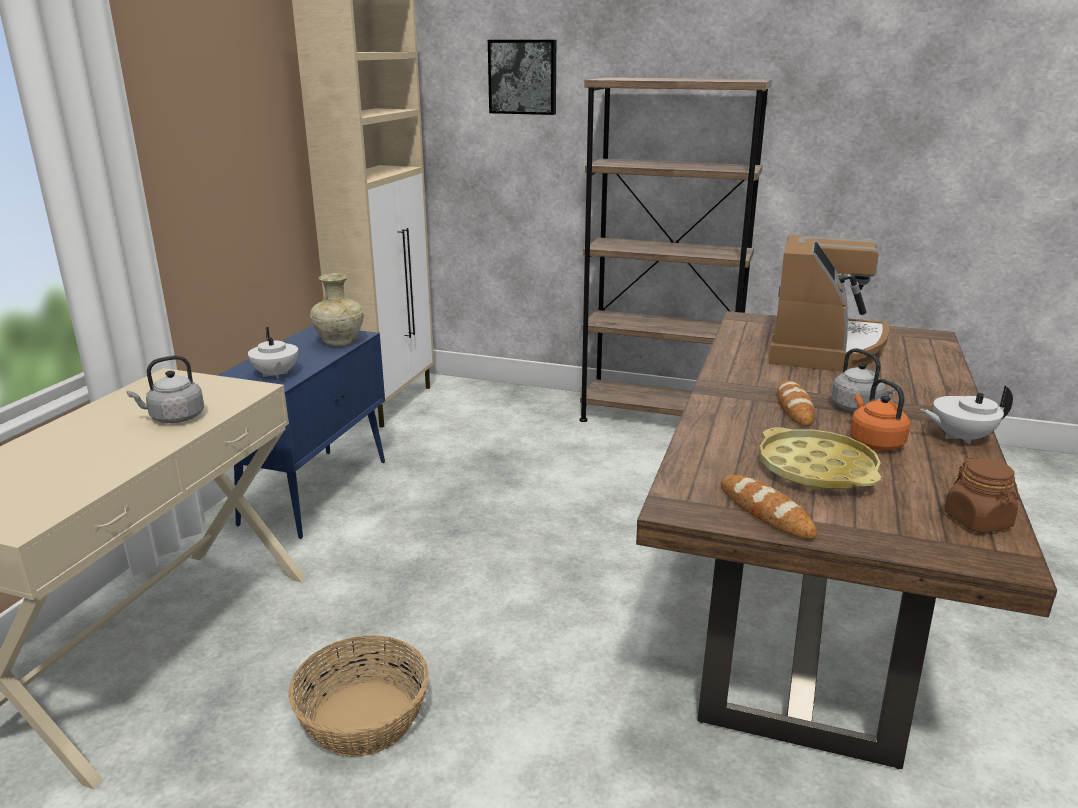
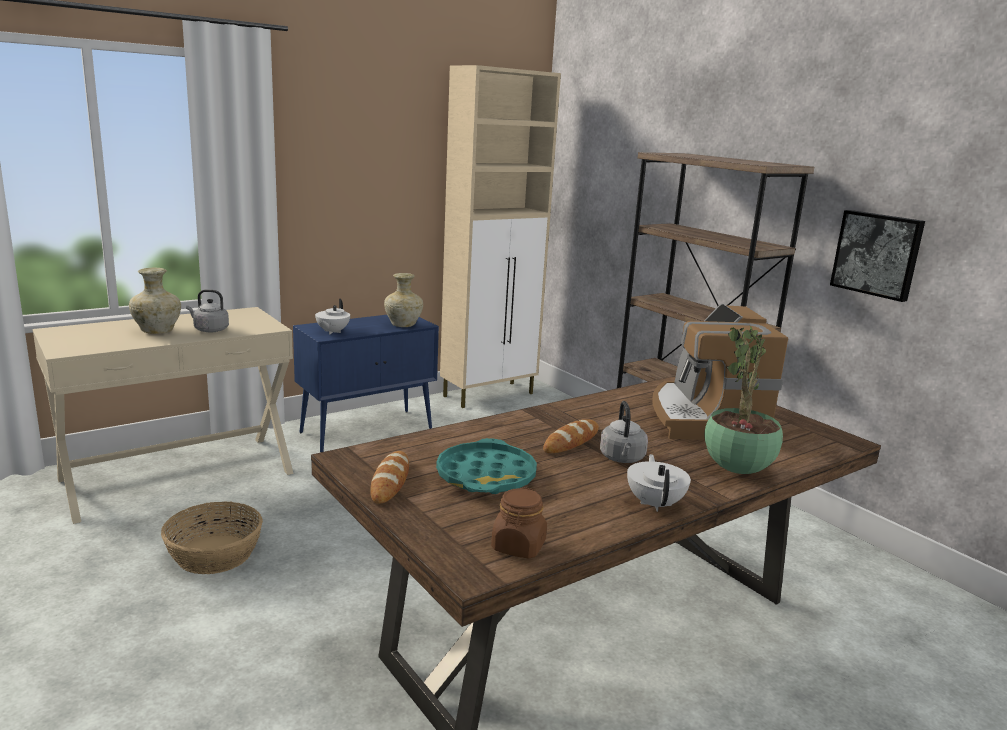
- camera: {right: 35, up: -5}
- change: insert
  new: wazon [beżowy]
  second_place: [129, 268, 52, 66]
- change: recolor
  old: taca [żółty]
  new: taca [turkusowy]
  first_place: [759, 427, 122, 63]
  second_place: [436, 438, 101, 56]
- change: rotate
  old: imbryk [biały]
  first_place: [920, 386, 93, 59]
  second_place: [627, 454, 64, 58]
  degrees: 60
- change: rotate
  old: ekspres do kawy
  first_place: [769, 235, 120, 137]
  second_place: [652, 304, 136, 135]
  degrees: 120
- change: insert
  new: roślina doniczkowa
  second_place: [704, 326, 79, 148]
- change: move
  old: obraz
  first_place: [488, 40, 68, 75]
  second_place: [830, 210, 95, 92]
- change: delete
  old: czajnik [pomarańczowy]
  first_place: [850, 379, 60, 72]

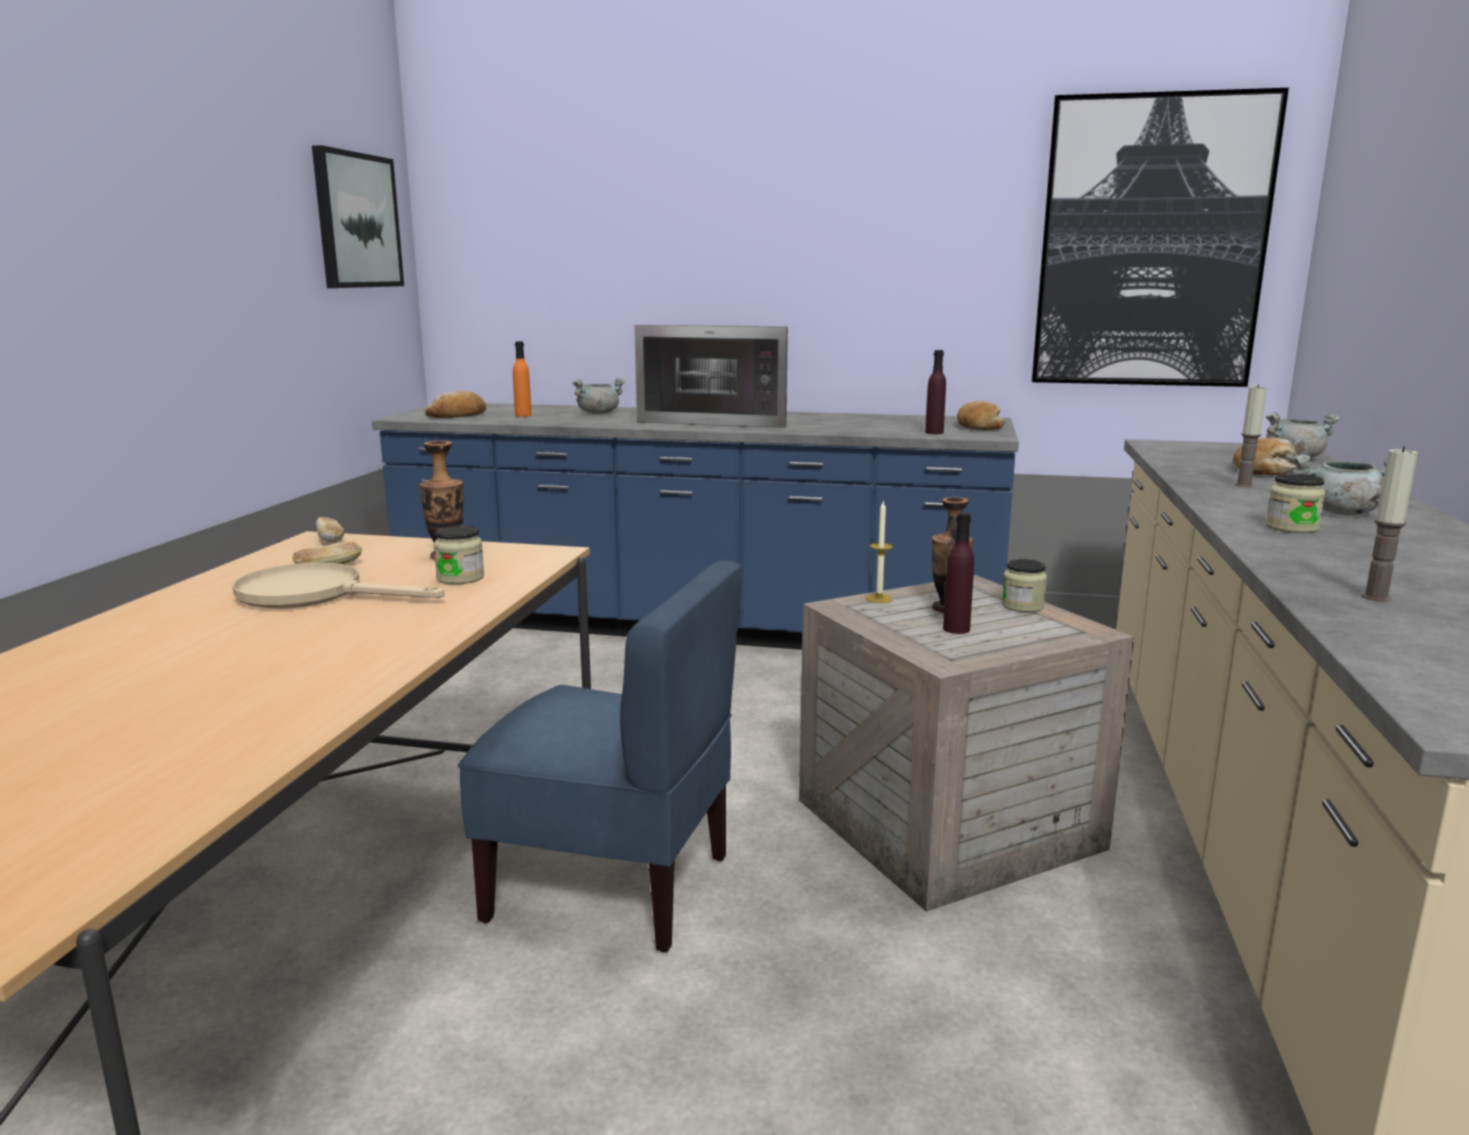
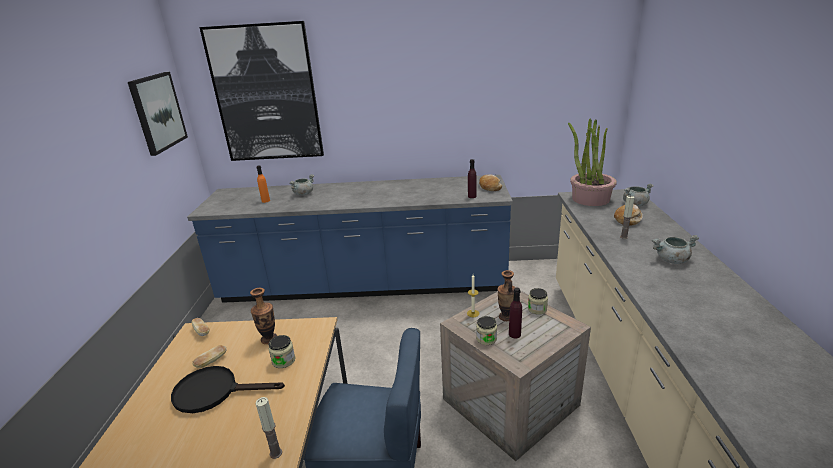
- camera: {right: -10, up: 10}
- change: recolor
  old: patelnia [beżowy]
  new: patelnia [czarny]
  first_place: [232, 562, 213, 47]
  second_place: [171, 366, 114, 47]
- change: move
  old: obraz
  first_place: [1032, 88, 257, 299]
  second_place: [199, 21, 125, 140]
- change: move
  old: świeca
  first_place: [1361, 446, 57, 156]
  second_place: [256, 397, 26, 62]
- change: move
  old: słoik
  first_place: [1266, 474, 59, 59]
  second_place: [476, 316, 21, 29]
- change: insert
  new: roślina doniczkowa
  second_place: [568, 118, 49, 88]
- change: delete
  old: chleb
  first_place: [424, 391, 62, 27]
- change: delete
  old: mikrofalówka
  first_place: [634, 325, 154, 103]

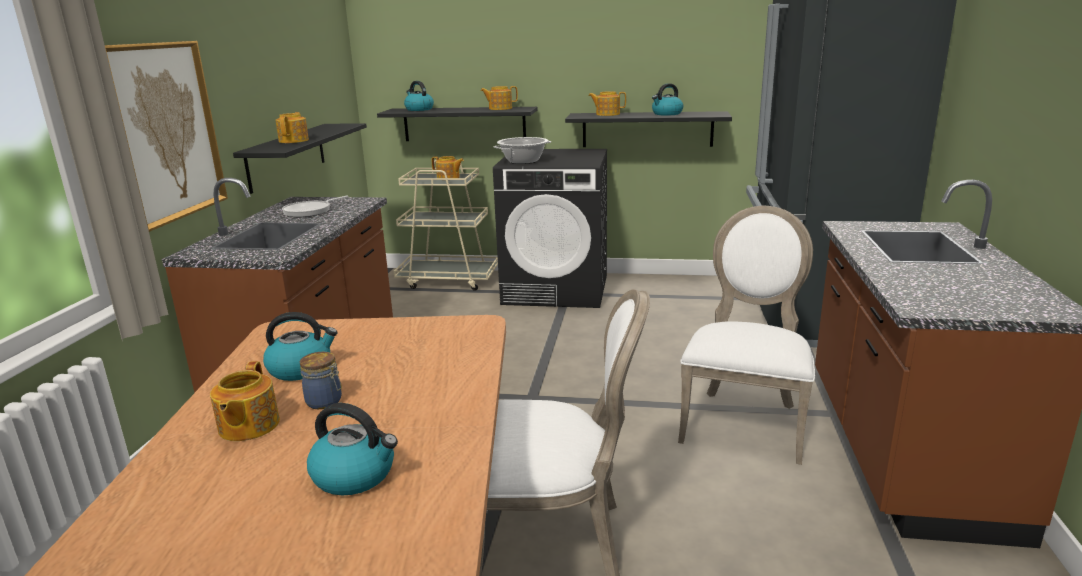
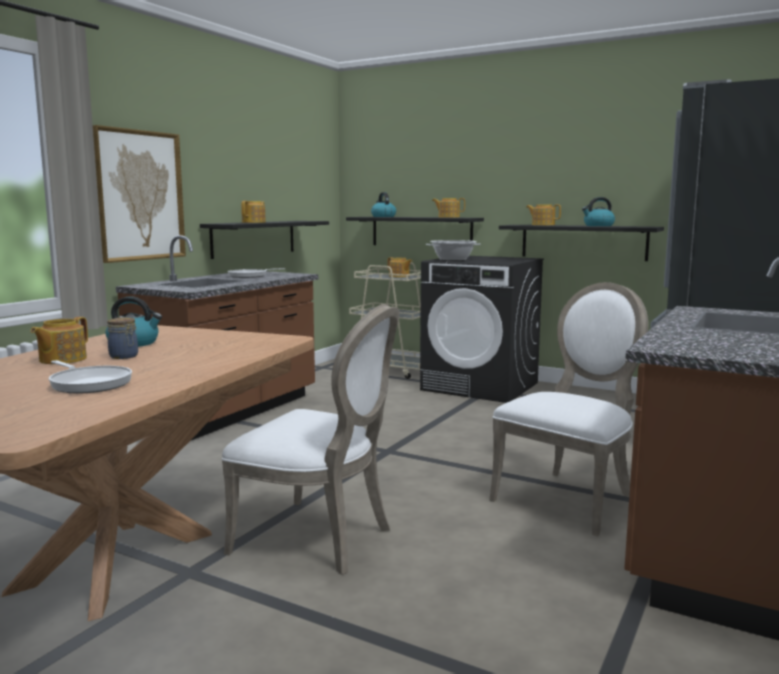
- camera: {right: 20, up: -10}
- change: replace
  old: czajnik
  new: patelnia
  first_place: [307, 403, 91, 92]
  second_place: [49, 360, 83, 33]

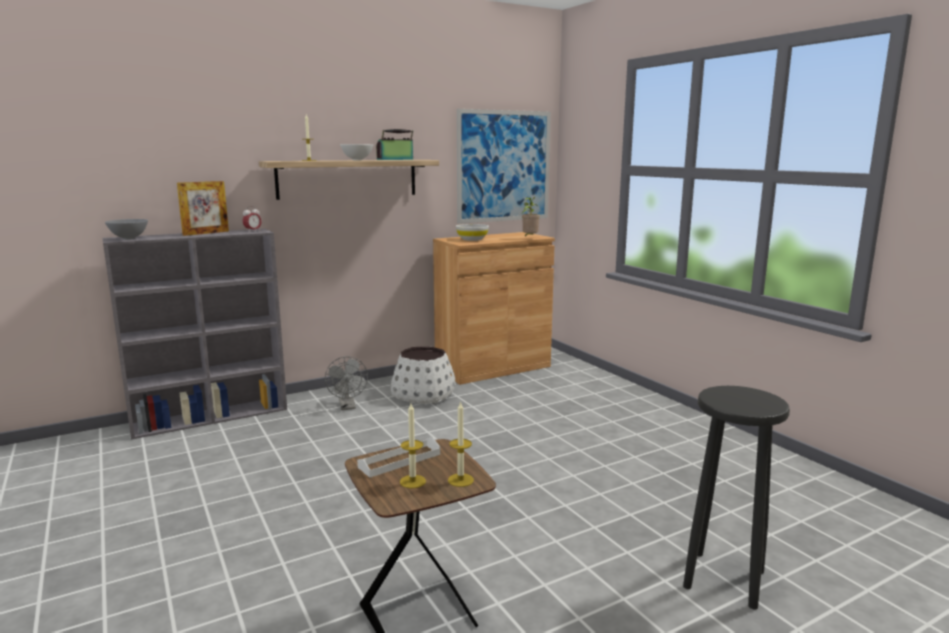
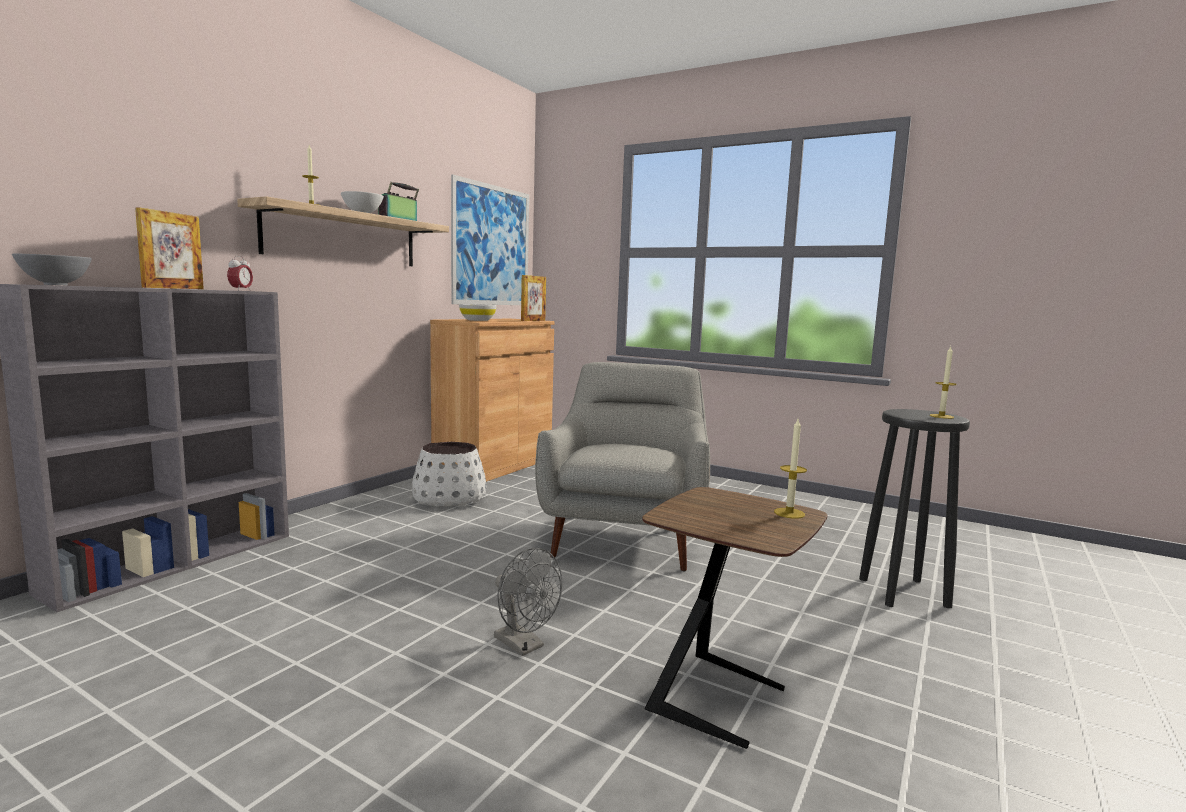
- camera: {right: -30, up: -5}
- change: move
  old: wentylator [szary]
  first_place: [325, 356, 43, 54]
  second_place: [494, 548, 68, 108]
- change: replace
  old: roślina doniczkowa
  new: ramka na zdjęcie
  first_place: [521, 197, 19, 40]
  second_place: [521, 275, 25, 46]
- change: insert
  new: fotel [szary]
  second_place: [535, 362, 175, 209]
- change: move
  old: świeca
  first_place: [400, 403, 26, 85]
  second_place: [929, 347, 28, 72]
- change: delete
  old: taca [biały]
  first_place: [357, 438, 83, 39]

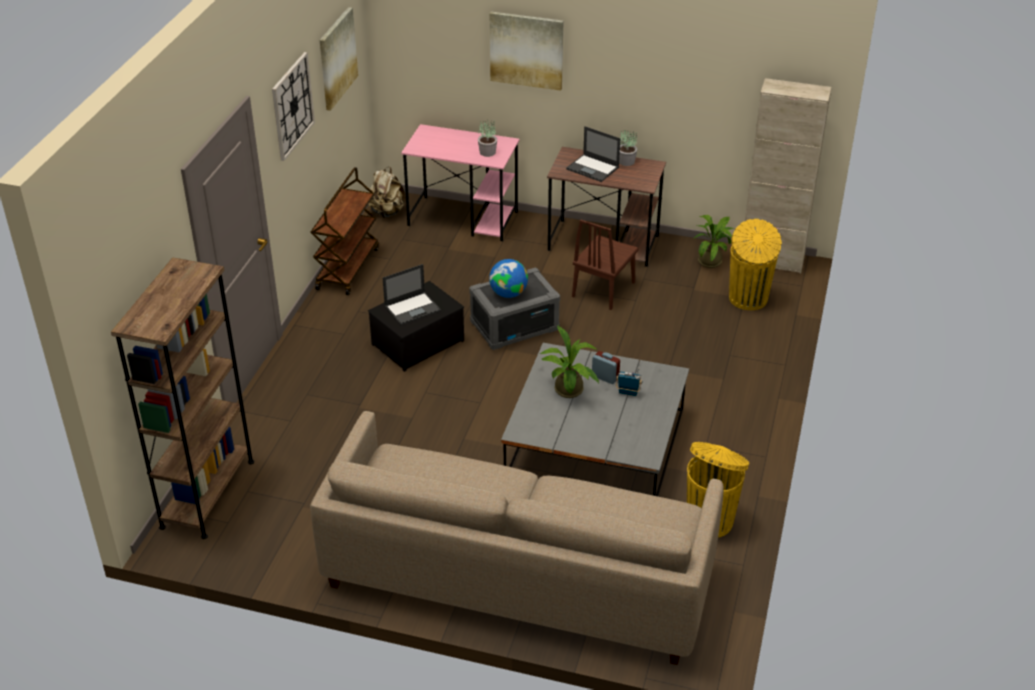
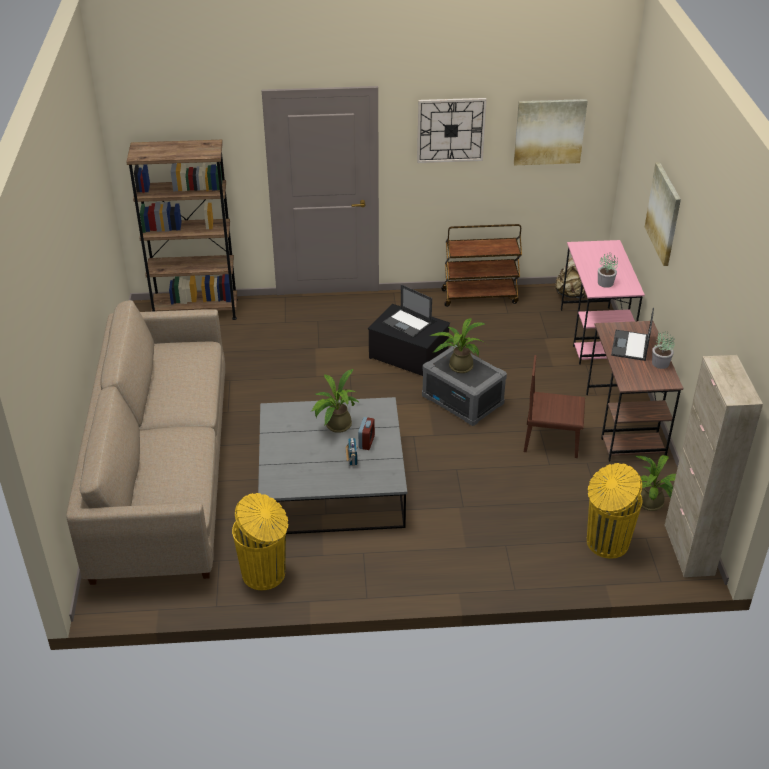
- camera: {right: 70, up: 0}
- change: replace
  old: globus
  new: roślina doniczkowa
  first_place: [489, 259, 39, 39]
  second_place: [430, 318, 55, 55]

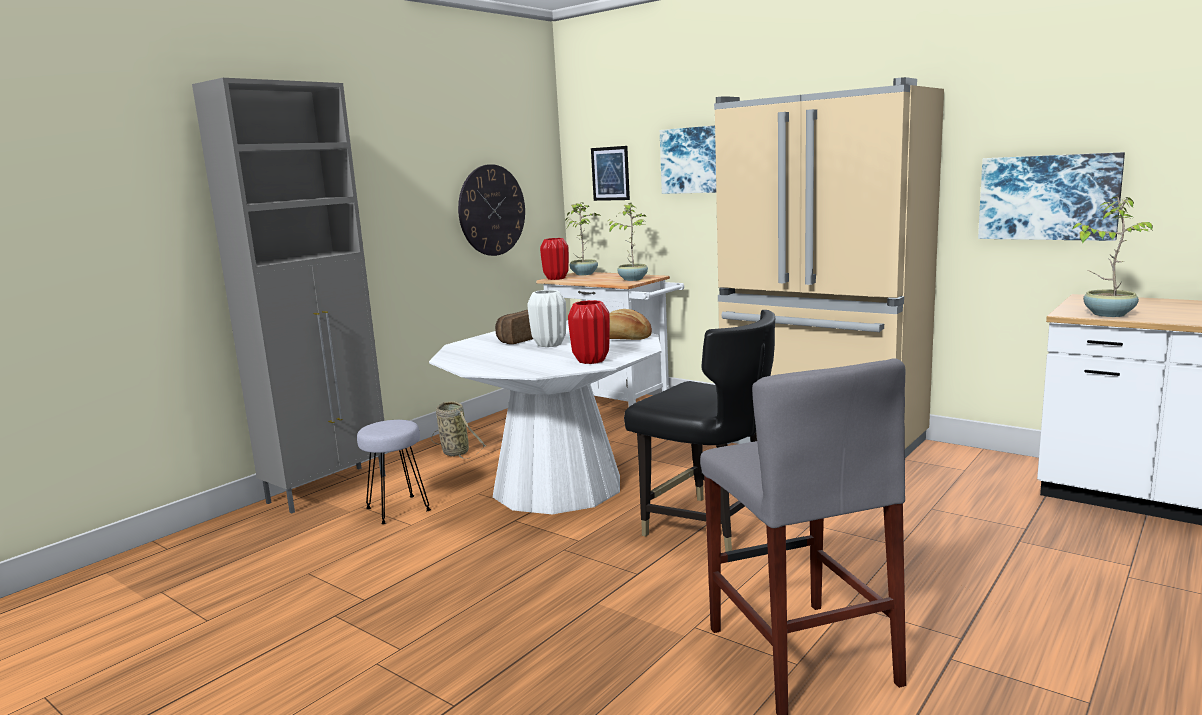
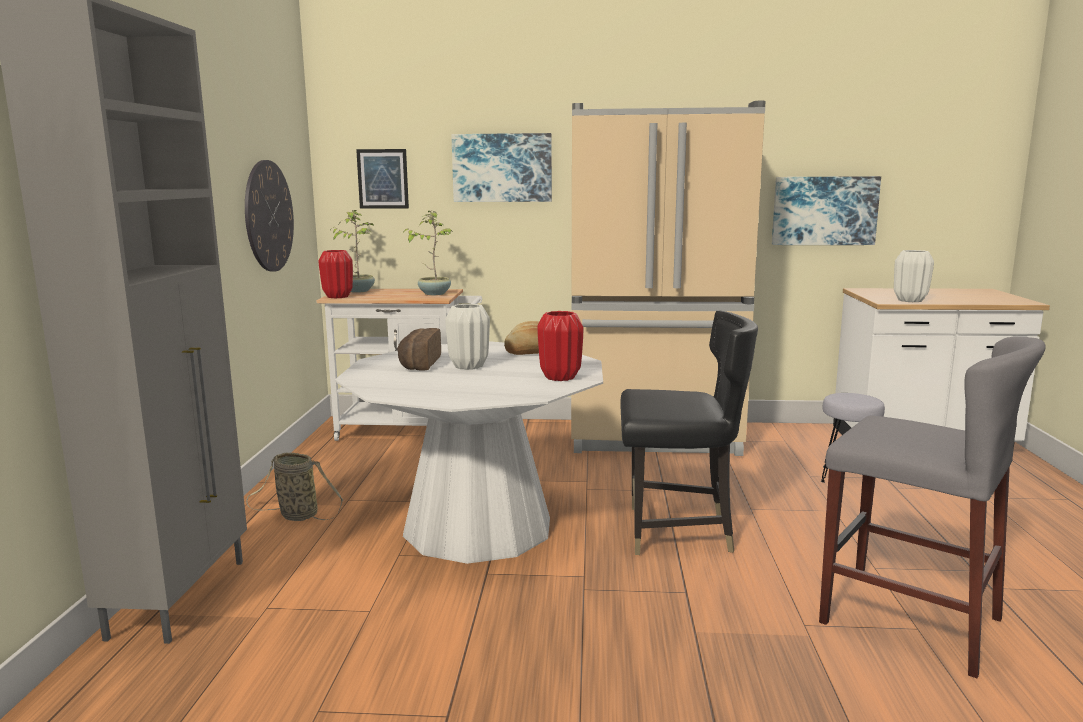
- camera: {right: -35, up: 0}
- change: move
  old: stołek [szary]
  first_place: [357, 420, 74, 104]
  second_place: [820, 393, 65, 90]
- change: replace
  old: roślina doniczkowa
  new: wazon [biały]
  first_place: [1072, 197, 82, 120]
  second_place: [894, 250, 40, 52]

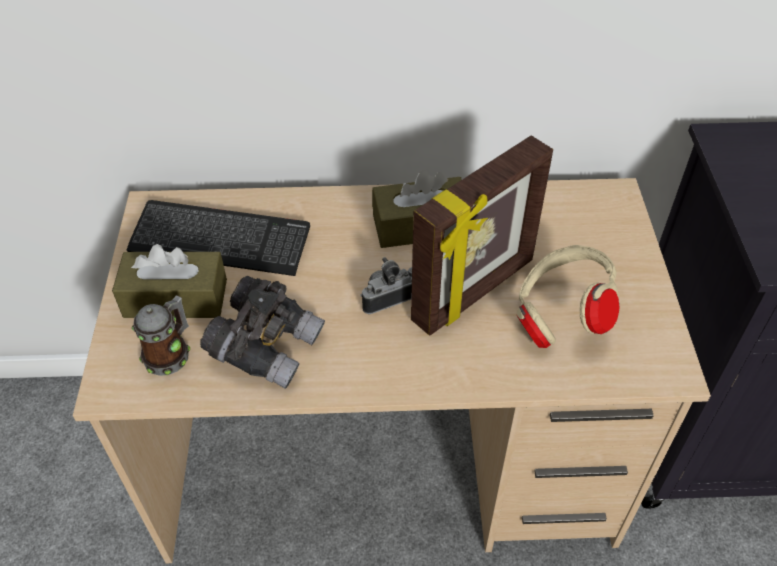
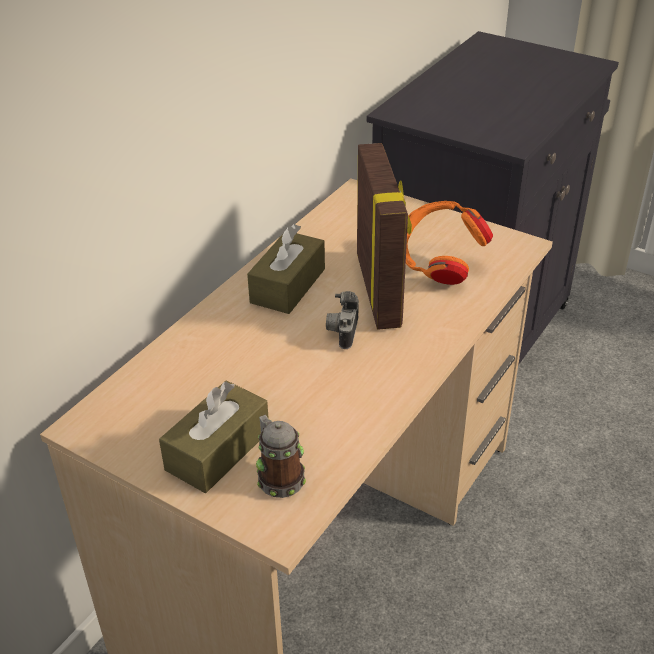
- camera: {right: -55, up: -10}
- change: recolor
  old: słuchawki [beżowy]
  new: słuchawki [pomarańczowy]
  first_place: [516, 245, 104, 103]
  second_place: [406, 201, 87, 84]
- change: delete
  old: klawiatura
  first_place: [127, 200, 183, 76]
- change: delete
  old: lornetka [szary]
  first_place: [200, 276, 125, 113]

